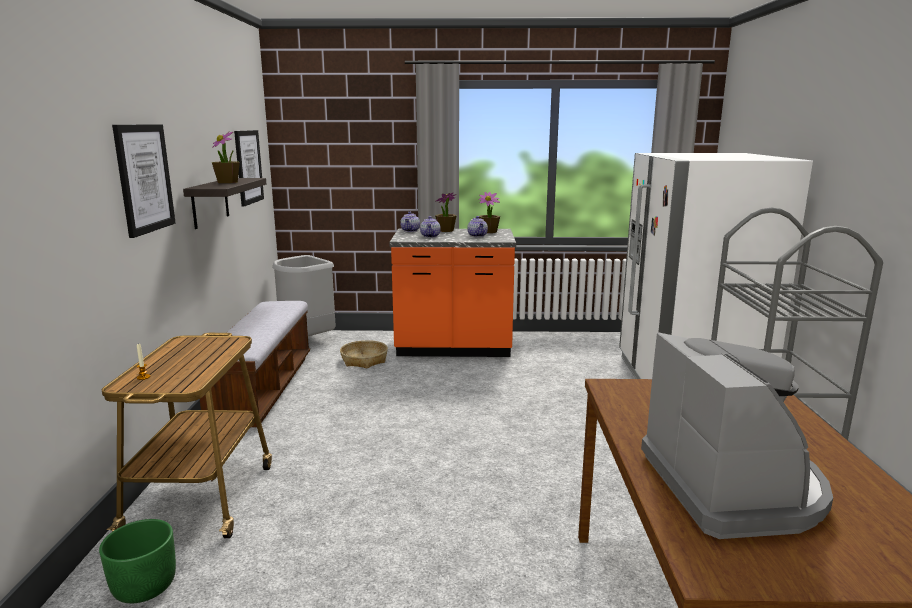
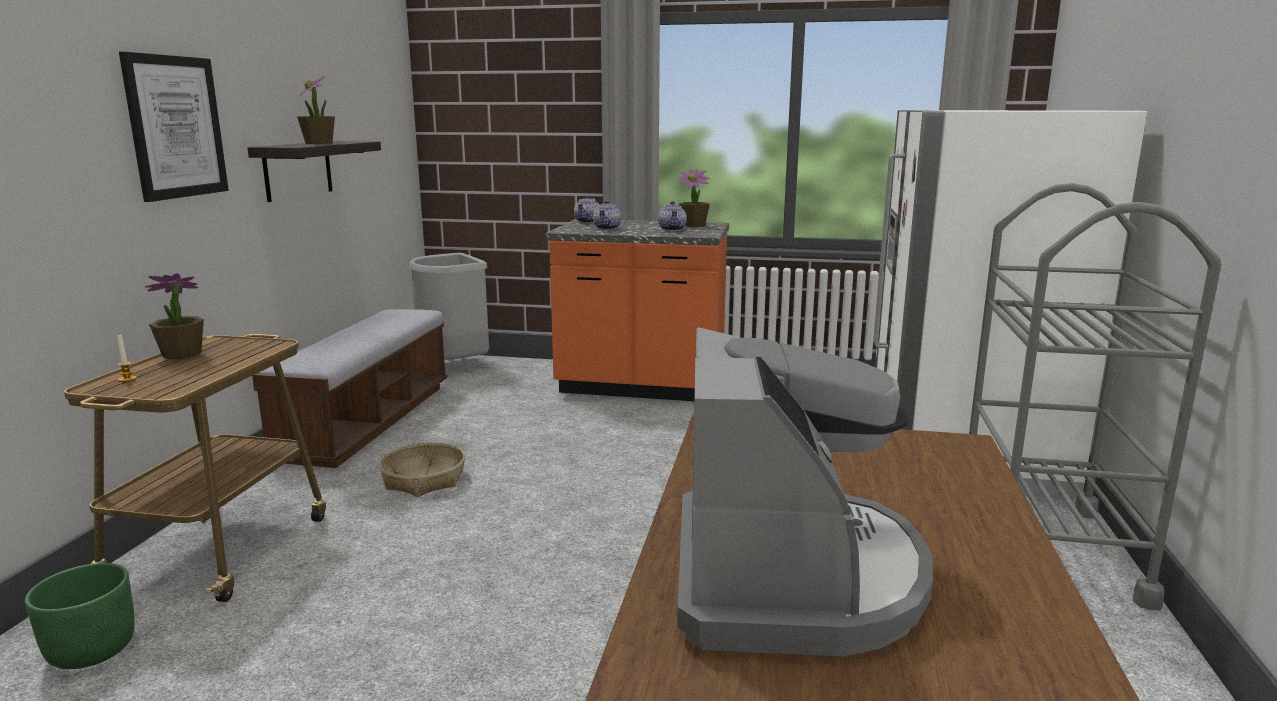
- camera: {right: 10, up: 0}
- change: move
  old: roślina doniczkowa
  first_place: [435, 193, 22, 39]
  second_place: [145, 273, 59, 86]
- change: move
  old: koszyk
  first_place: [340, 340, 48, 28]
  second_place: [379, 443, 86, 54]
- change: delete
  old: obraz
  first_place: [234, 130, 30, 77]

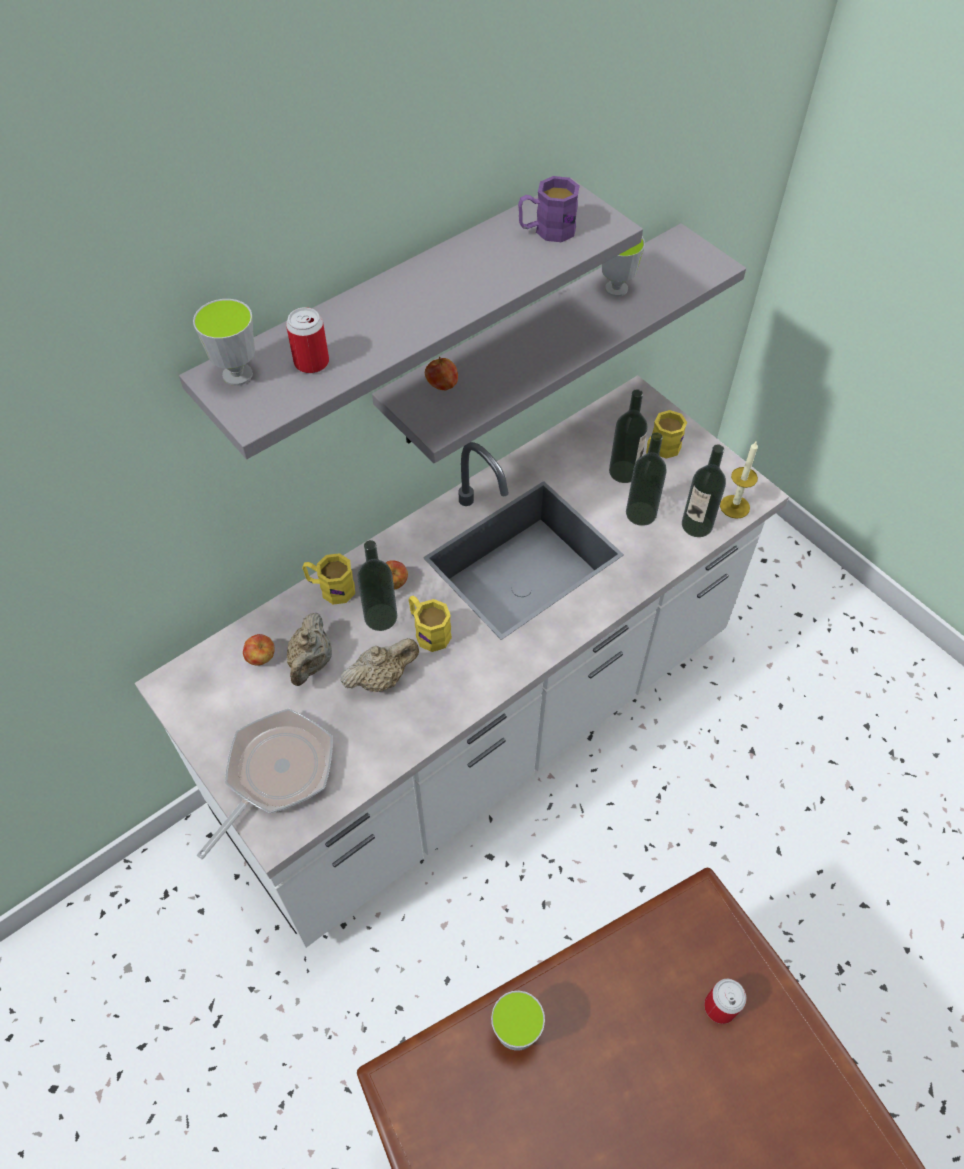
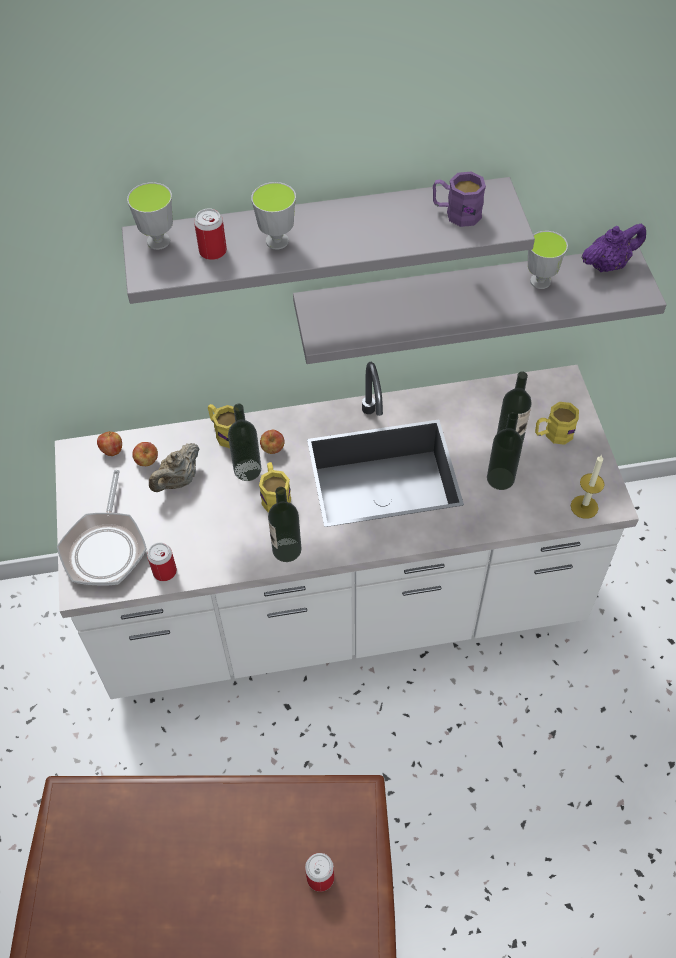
- camera: {right: 30, up: 0}
- change: rotate
  old: patelnia
  first_place: [197, 708, 136, 152]
  second_place: [57, 470, 90, 115]
  degrees: 120
- change: move
  old: jabłko
  first_place: [425, 356, 33, 34]
  second_place: [97, 432, 25, 24]
- change: insert
  new: puszka
  second_place: [147, 543, 30, 38]
- change: move
  old: filiżanka
  first_place: [491, 991, 54, 60]
  second_place: [251, 182, 45, 68]
- change: move
  old: butelka
  first_place: [682, 444, 44, 93]
  second_place: [268, 487, 34, 75]
- change: insert
  new: imbryk [fioletowy]
  second_place: [581, 224, 65, 48]
- change: delete
  old: imbryk [beżowy]
  first_place: [340, 638, 79, 54]

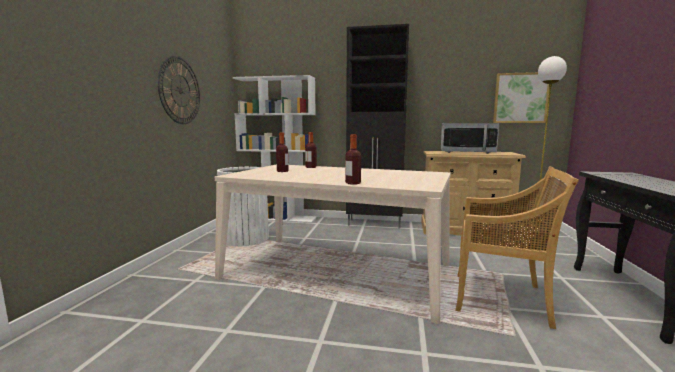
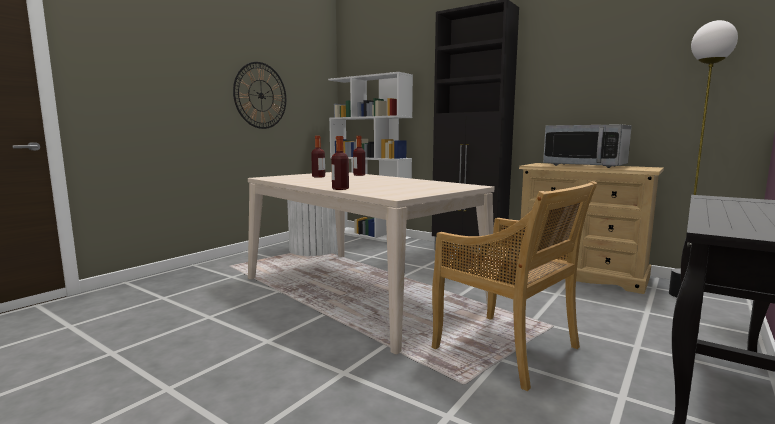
- camera: {right: 25, up: 0}
- change: delete
  old: obraz
  first_place: [493, 72, 56, 51]

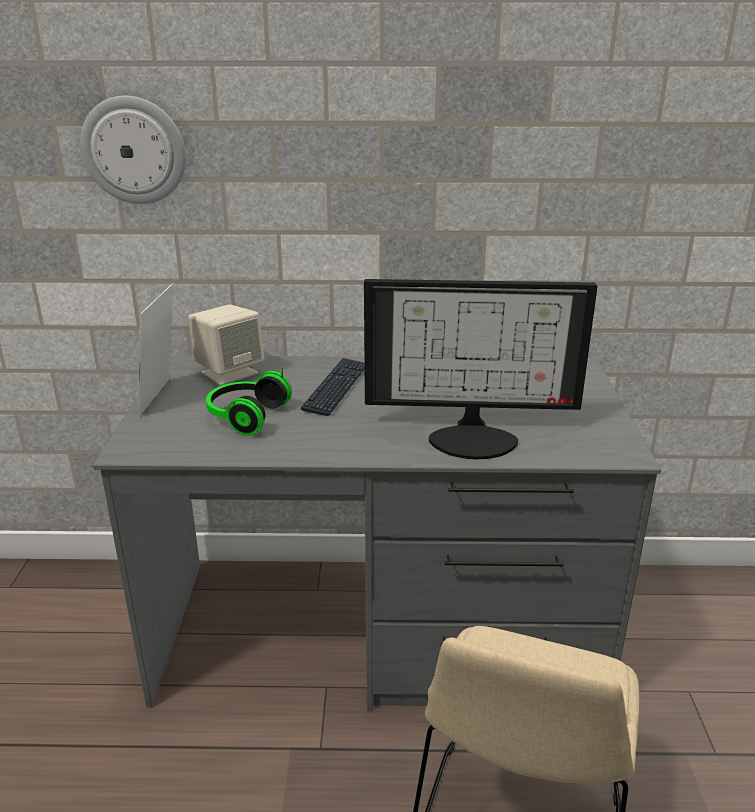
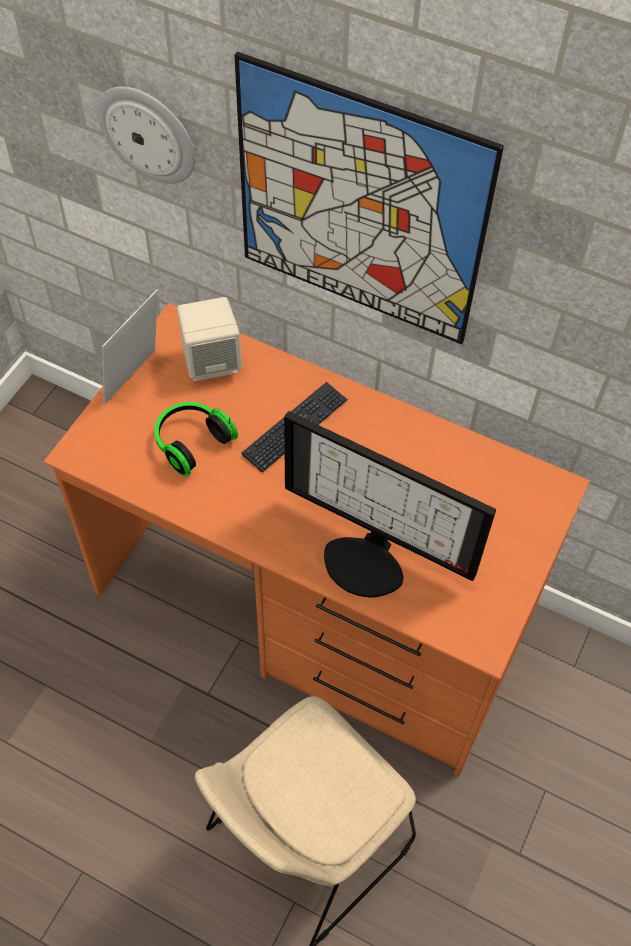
- camera: {right: 25, up: 30}
- change: recolor
  old: biurko [szary]
  new: biurko [pomarańczowy]
  first_place: [93, 355, 568, 355]
  second_place: [44, 303, 546, 473]
- change: insert
  new: obraz
  second_place: [234, 52, 270, 292]

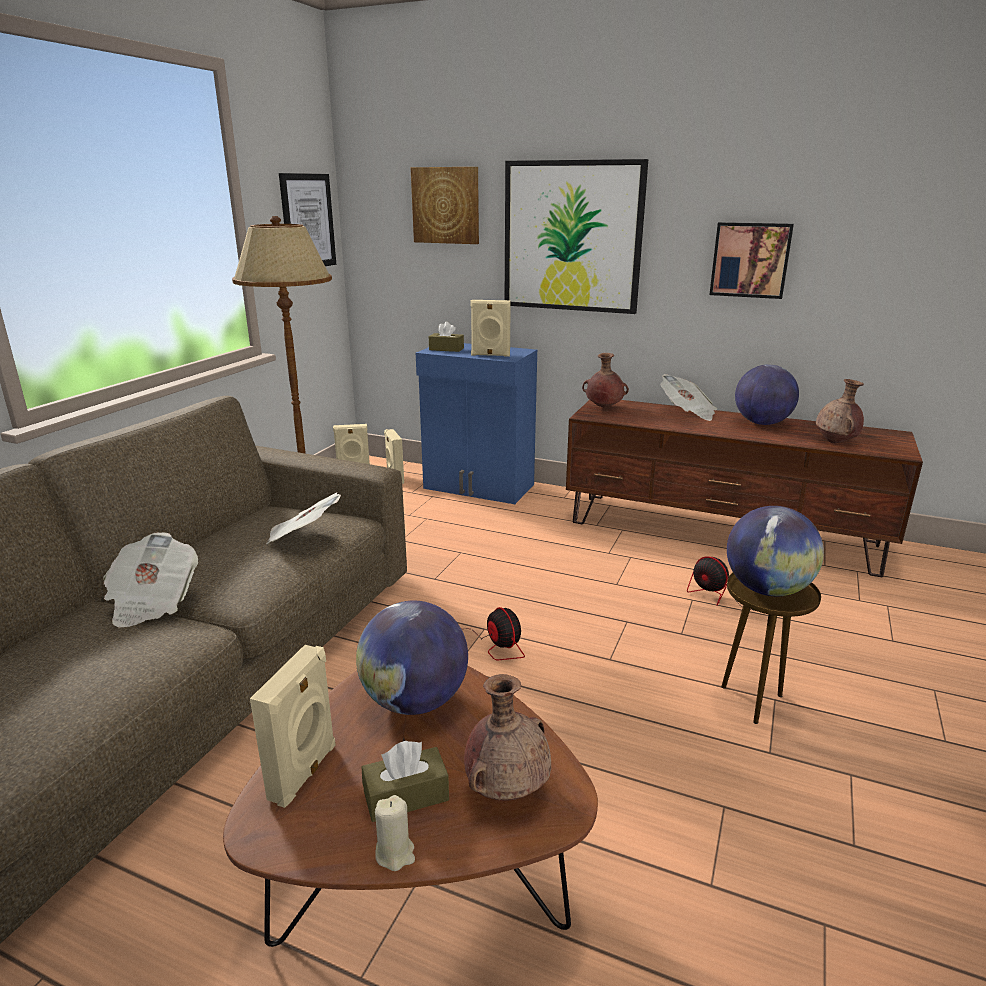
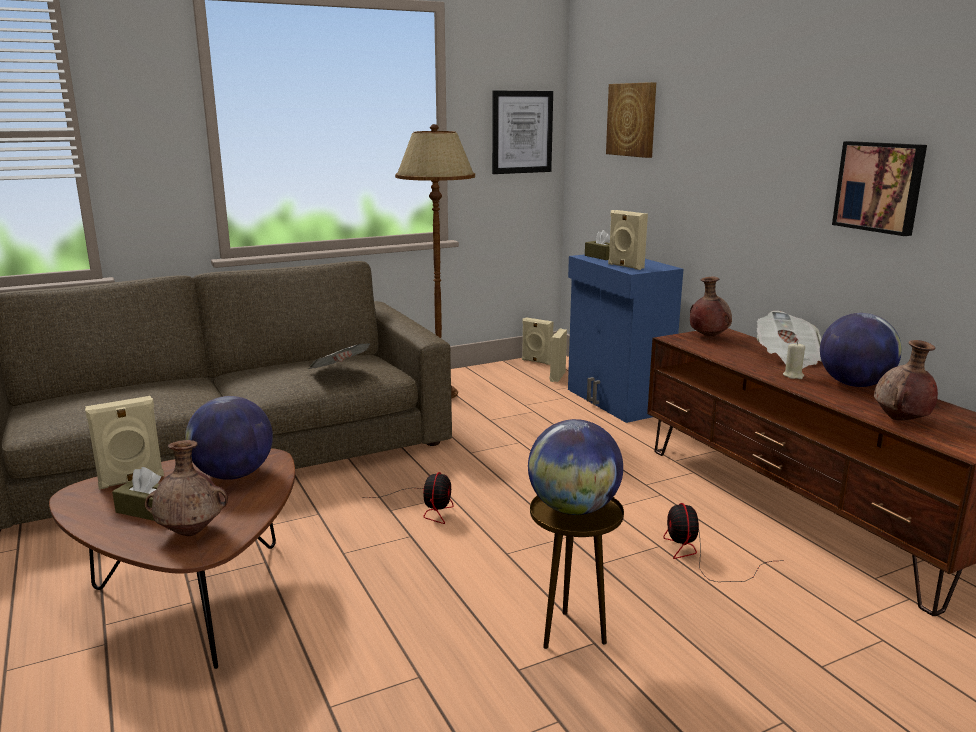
- camera: {right: 40, up: -5}
- change: move
  old: świeca [beżowy]
  first_place: [375, 795, 40, 76]
  second_place: [783, 342, 22, 37]
- change: delete
  old: gazeta
  first_place: [103, 532, 95, 96]
- change: delete
  old: obraz
  first_place: [505, 159, 143, 155]

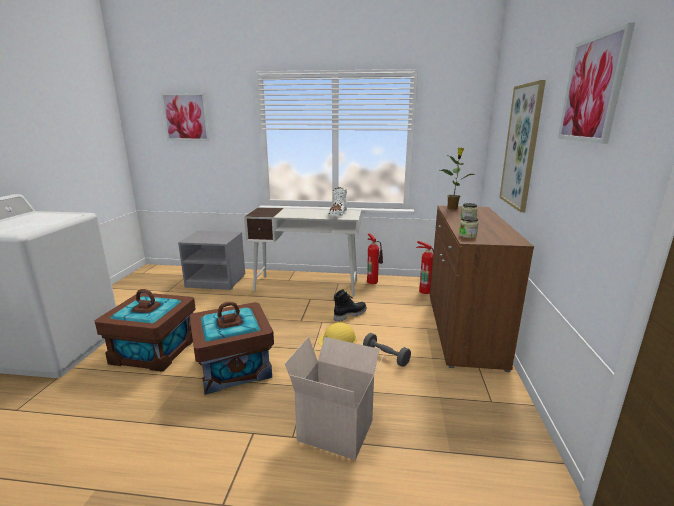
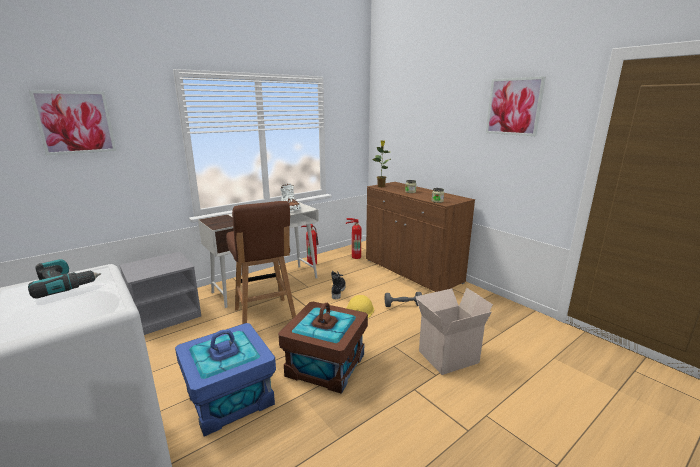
- camera: {right: -45, up: 0}
- change: insert
  new: wiertarka
  second_place: [28, 259, 73, 39]
- change: recolor
  old: pojemnik do przechowywania [brązowy]
  new: pojemnik do przechowywania [niebieski]
  first_place: [94, 289, 102, 83]
  second_place: [175, 323, 101, 114]
- change: insert
  new: stołek [brązowy]
  second_place: [226, 201, 70, 123]
- change: delete
  old: obraz
  first_place: [499, 80, 47, 132]

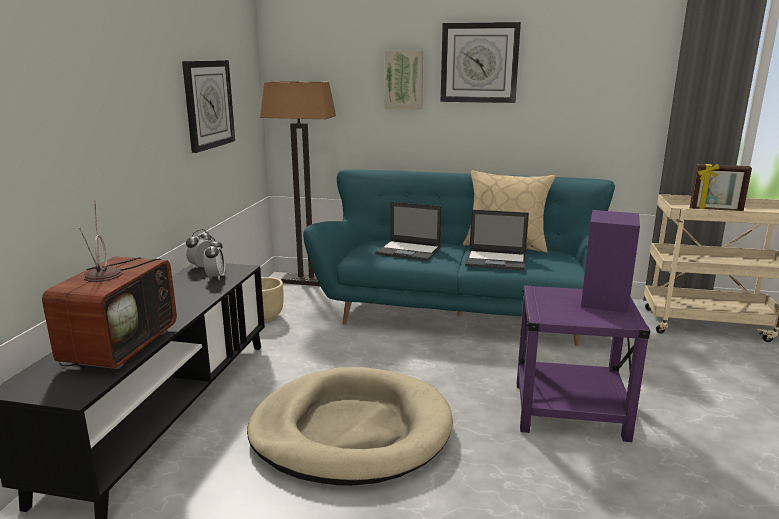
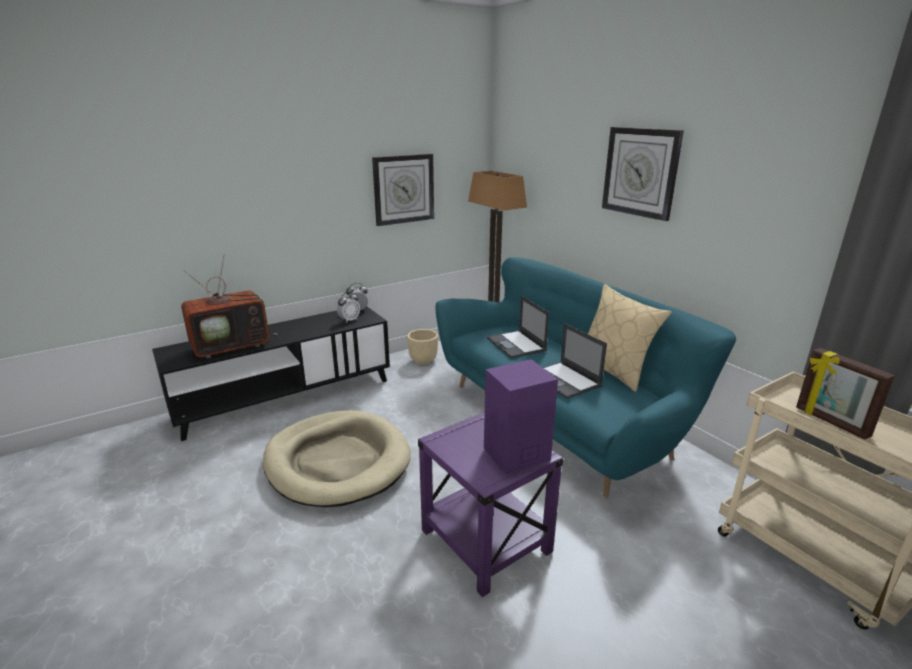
- camera: {right: 45, up: 5}
- change: delete
  old: obraz
  first_place: [384, 51, 39, 59]

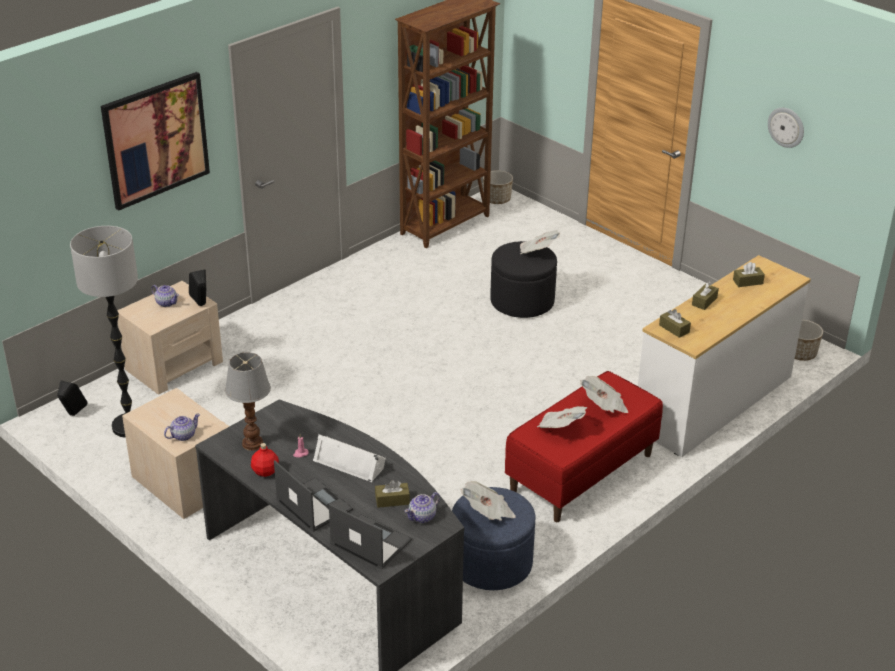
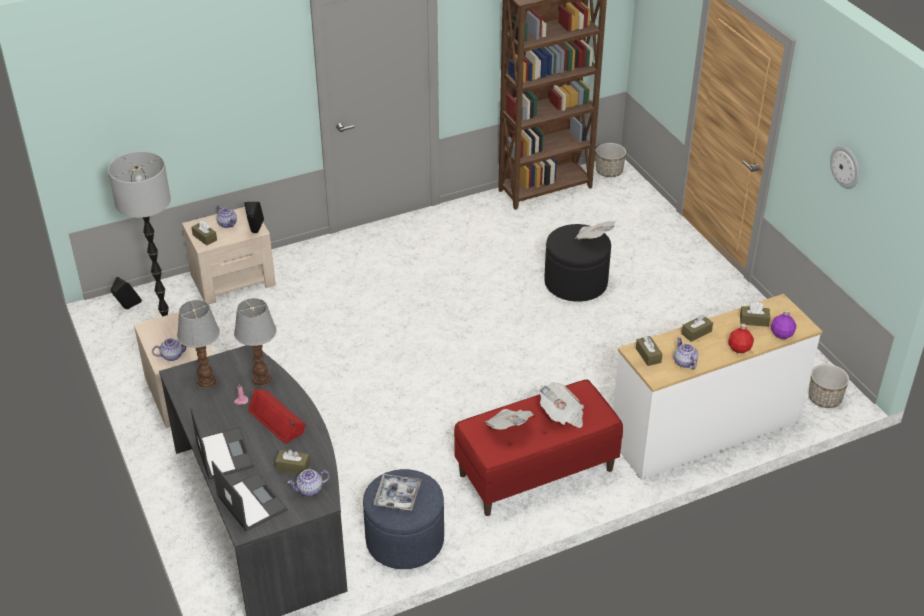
- camera: {right: 20, up: 5}
- change: insert
  new: pudełko chusteczek [brązowy]
  second_place: [191, 220, 26, 25]
- change: insert
  new: lampa stołowa
  second_place: [234, 298, 43, 88]
- change: recolor
  old: głośnik [biały]
  new: głośnik [czerwony]
  first_place: [313, 434, 73, 49]
  second_place: [247, 388, 59, 56]
- change: replace
  old: gazeta
  new: taca
  first_place: [460, 481, 56, 39]
  second_place: [373, 474, 48, 37]
- change: insert
  new: imbryk
  second_place: [674, 337, 24, 33]
- change: move
  old: butelka [czerwony]
  first_place: [251, 443, 28, 34]
  second_place: [728, 324, 26, 29]
- change: insert
  new: butelka [fioletowy]
  second_place: [771, 310, 25, 29]
- change: delete
  old: obraz
  first_place: [101, 72, 109, 138]

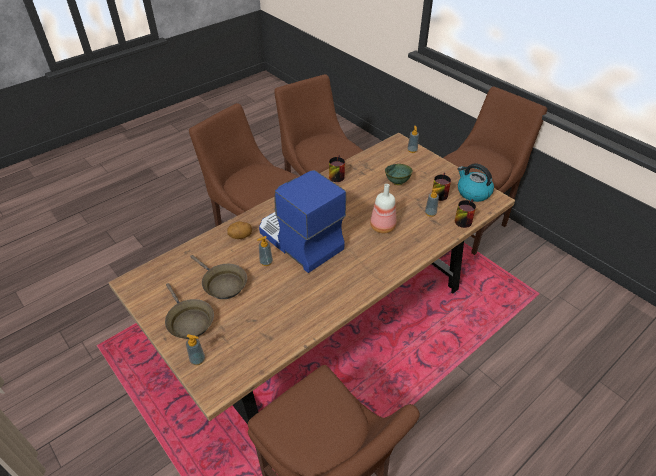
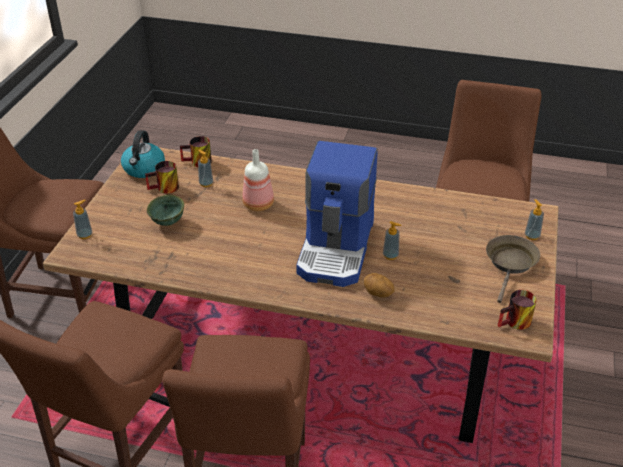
- camera: {right: -125, up: -5}
- change: move
  old: kubek
  first_place: [329, 155, 16, 27]
  second_place: [498, 290, 39, 40]
- change: delete
  old: patelnia [brązowy]
  first_place: [190, 255, 57, 44]

